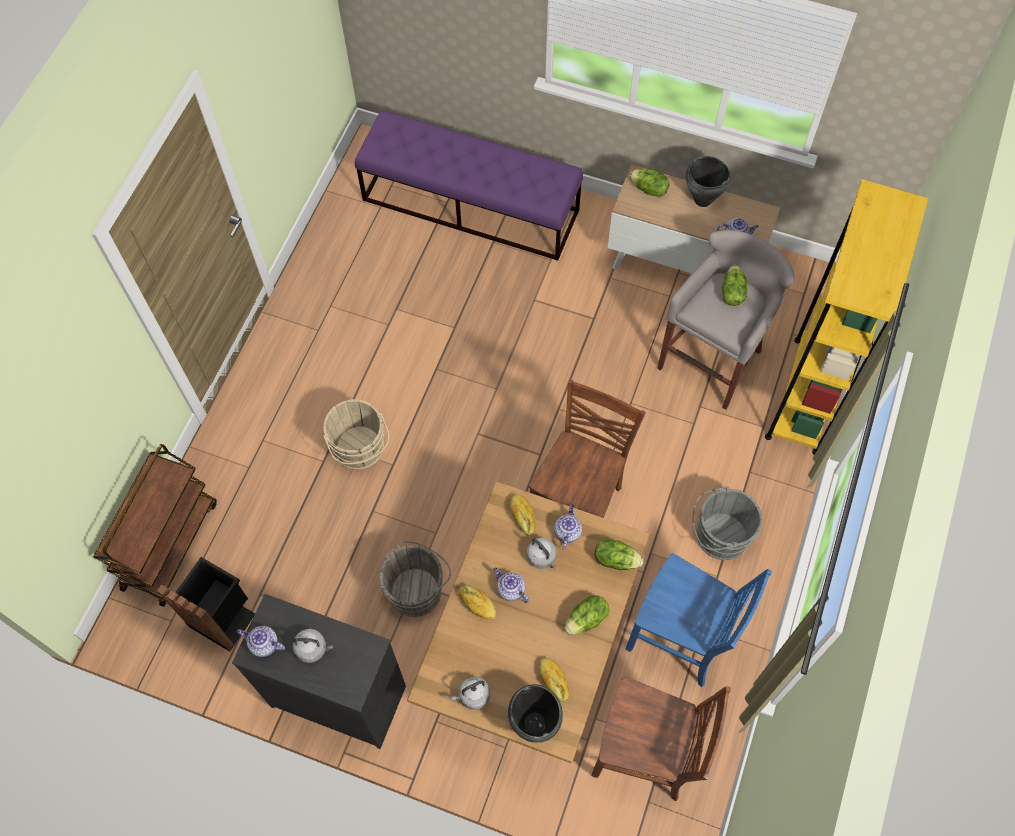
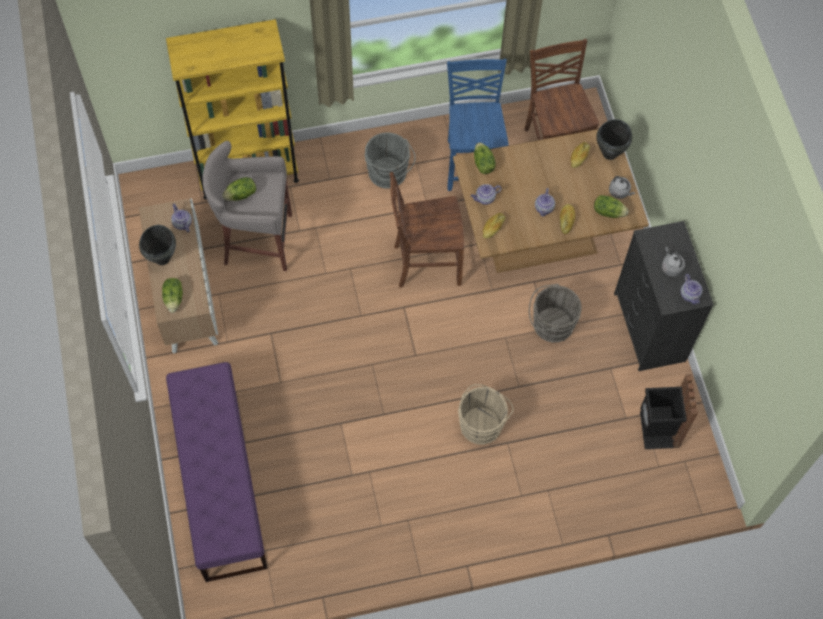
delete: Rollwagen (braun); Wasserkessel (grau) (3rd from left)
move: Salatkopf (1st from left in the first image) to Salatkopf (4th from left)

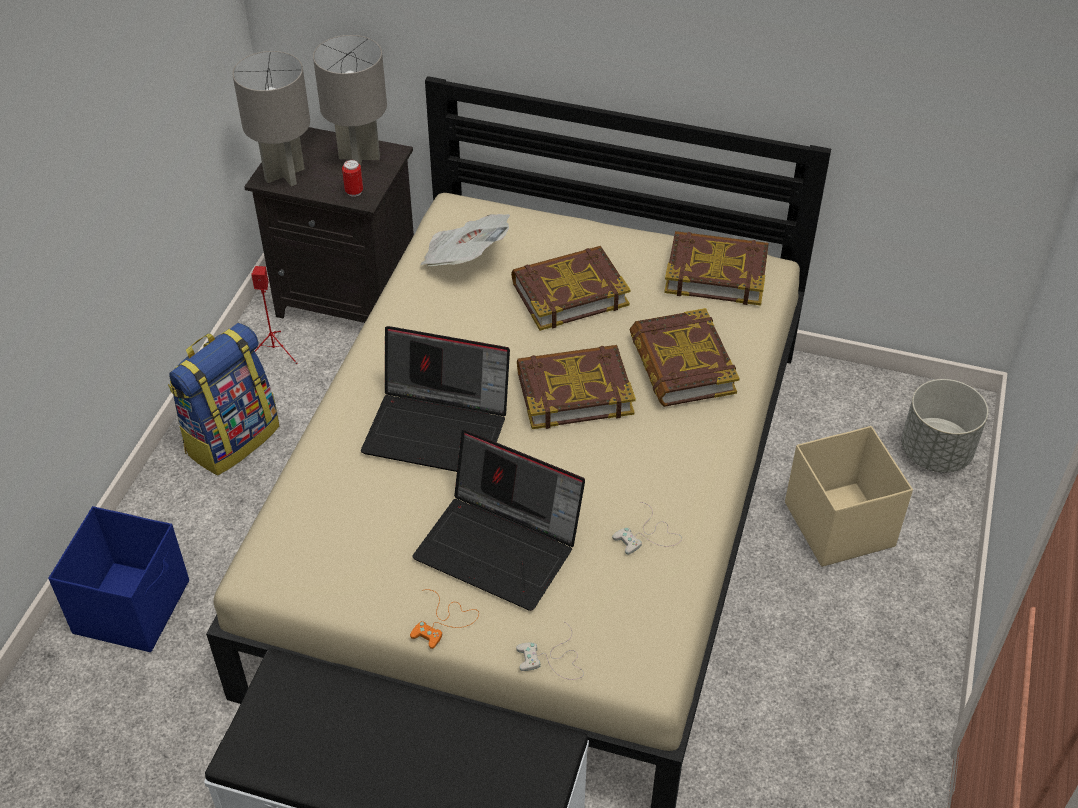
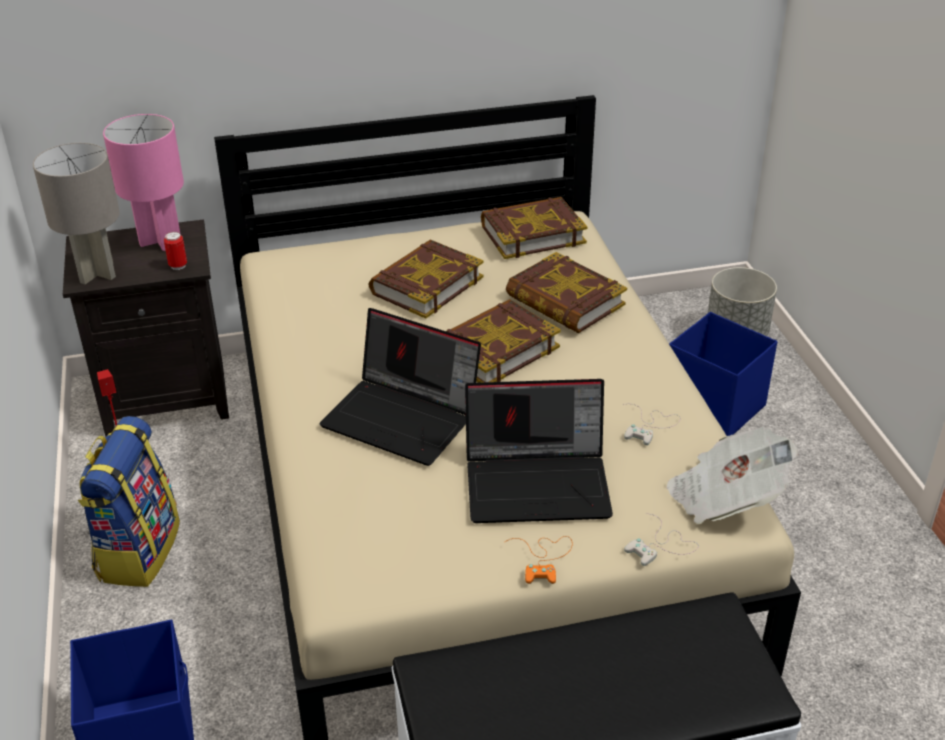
move: Zeitung
recolor: Tischlampe (grau) (2nd from left) to Tischlampe (rosa); Aufbewahrungsbox (beige) to Aufbewahrungsbox (blau) (2nd from left)
rotate: Laptop (1st from left) 45 degrees clockwise

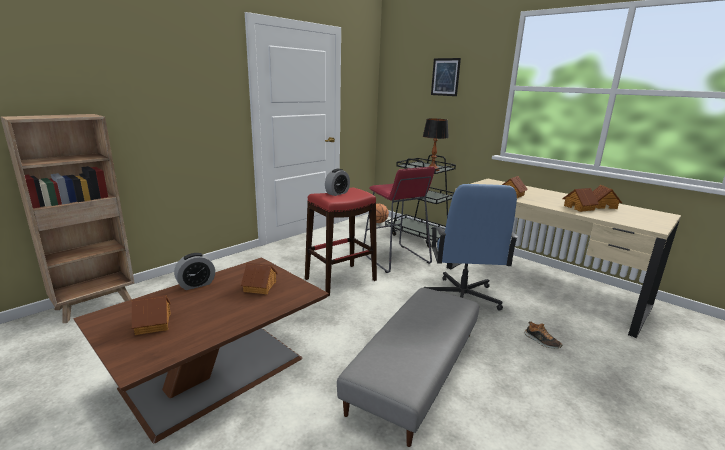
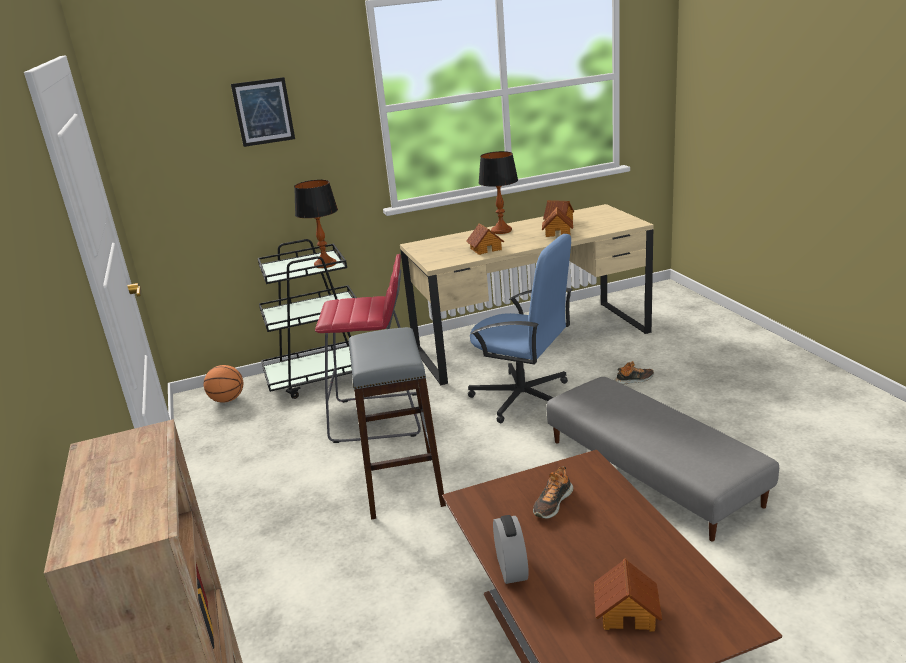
delete: Wecker (2nd from left)
insert: Tischlampe (2nd from left)
replace: Spielzeughaus (2nd from left) to Schuh (1st from left)
recolor: Hocker (rot) (1st from left) to Hocker (grau)

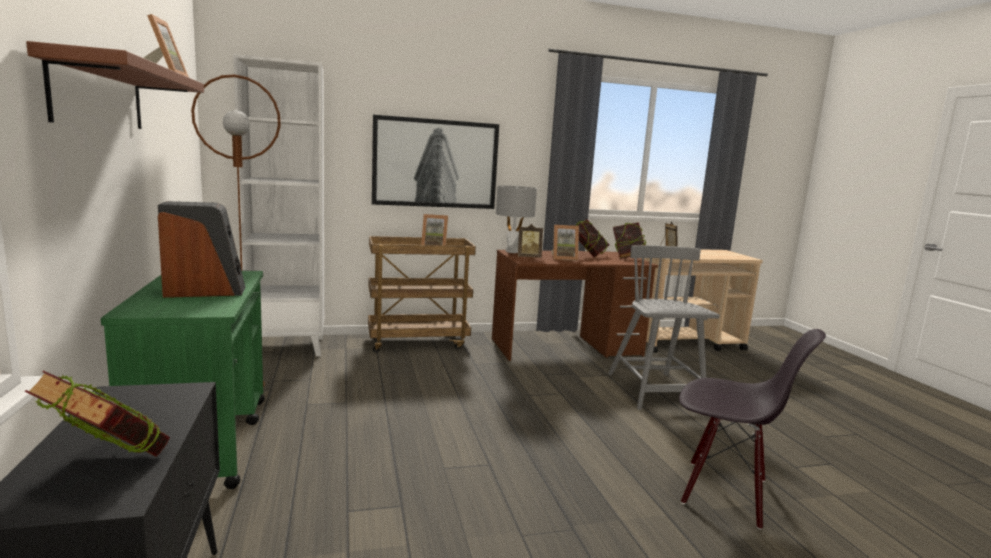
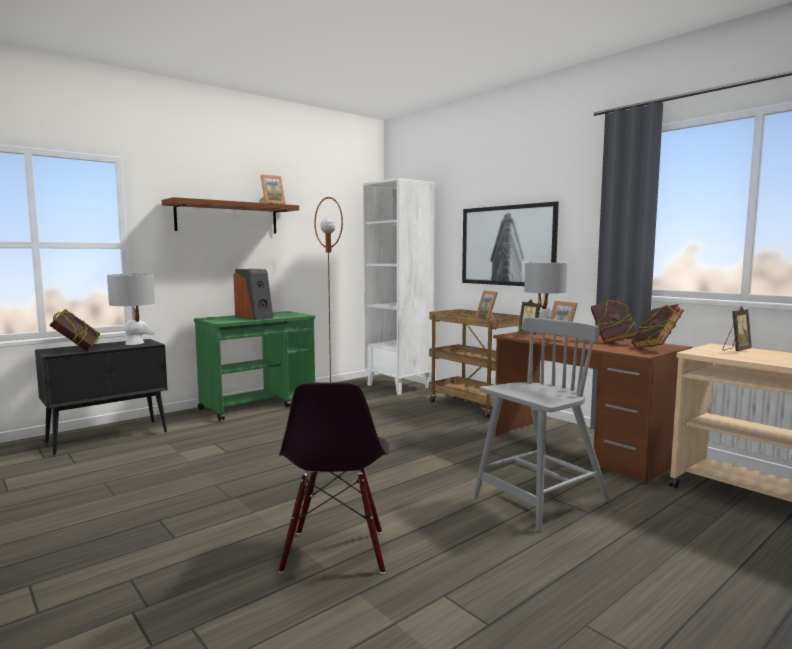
insert: Tischlampe (grau) (1st from left)

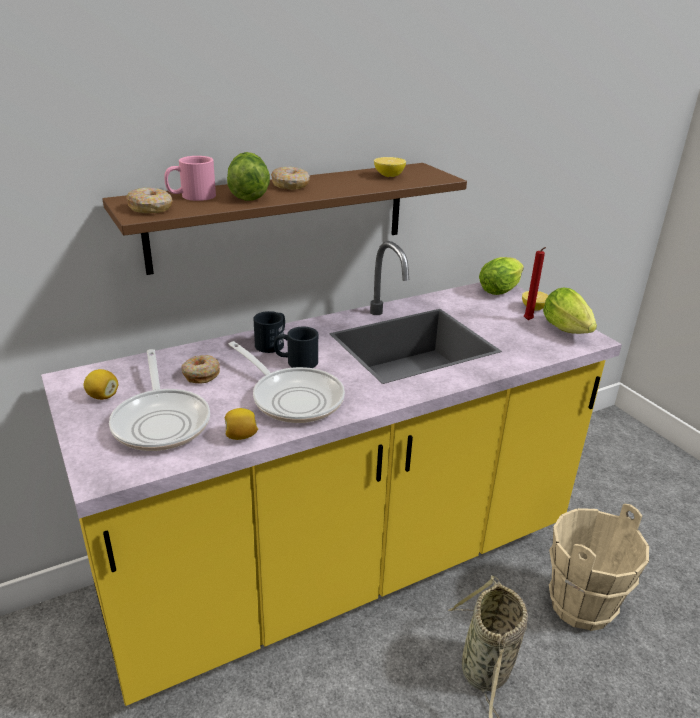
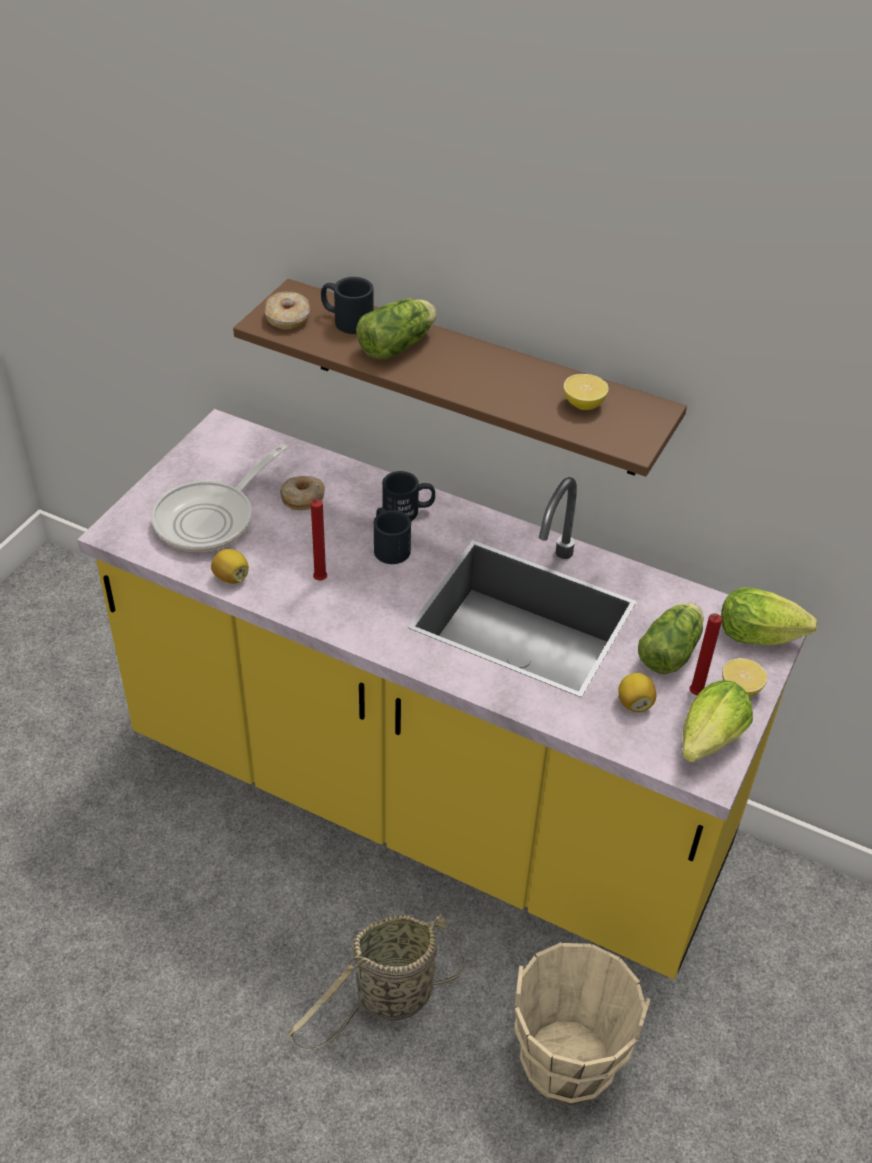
delete: Donut (3rd from left)
insert: Salatkopf (2nd from left)
move: Zitrone (1st from left in the first image) to Zitrone (3rd from left)
replace: Pfanne (2nd from left) to Kerze (rot) (1st from left)
recolor: Henkelbecher (rosa) to Henkelbecher (schwarz) (1st from left)

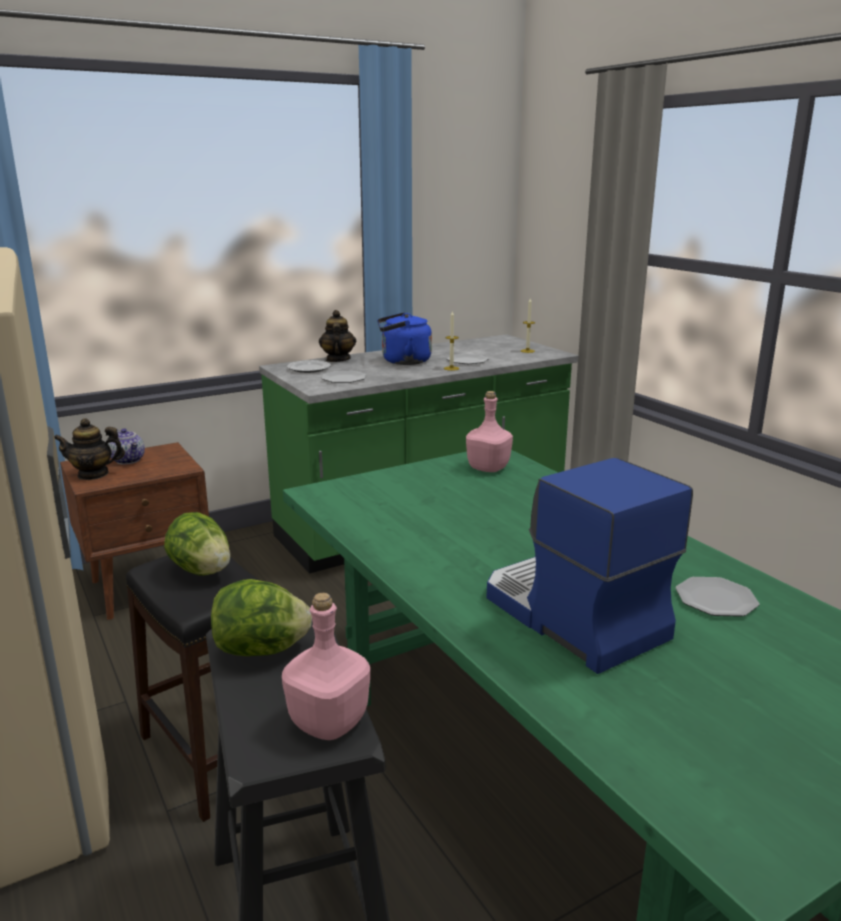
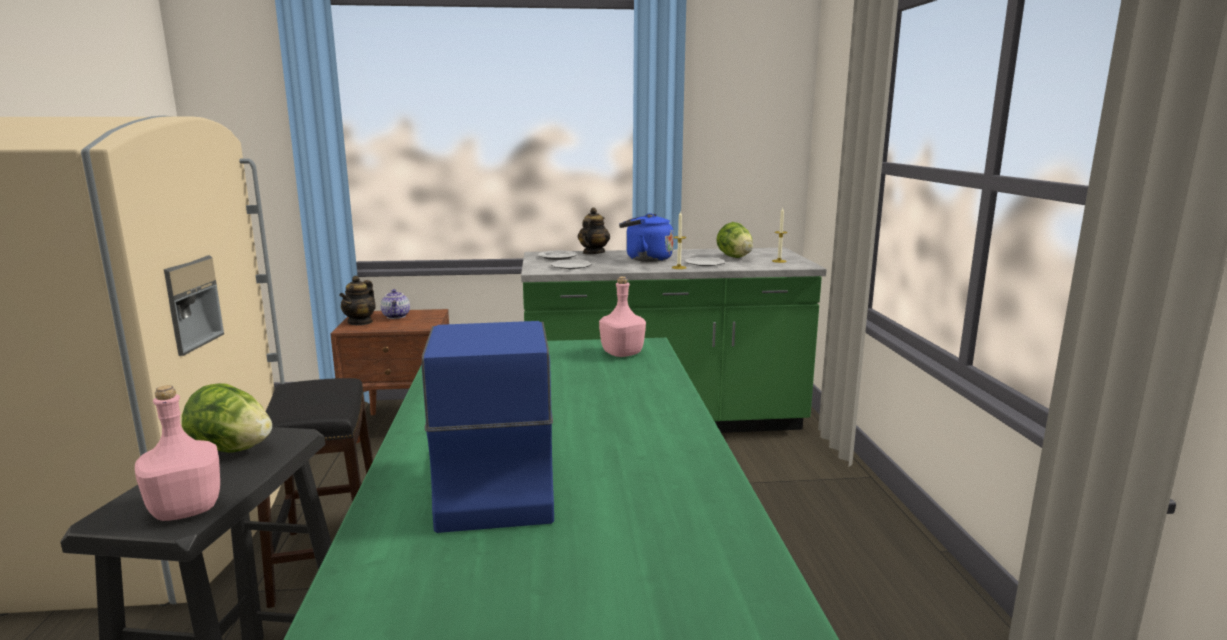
delete: Teller (4th from left)
move: Salatkopf (1st from left in the first image) to Salatkopf (2nd from left)
rotate: Teekanne (1st from left) 90 degrees counterclockwise

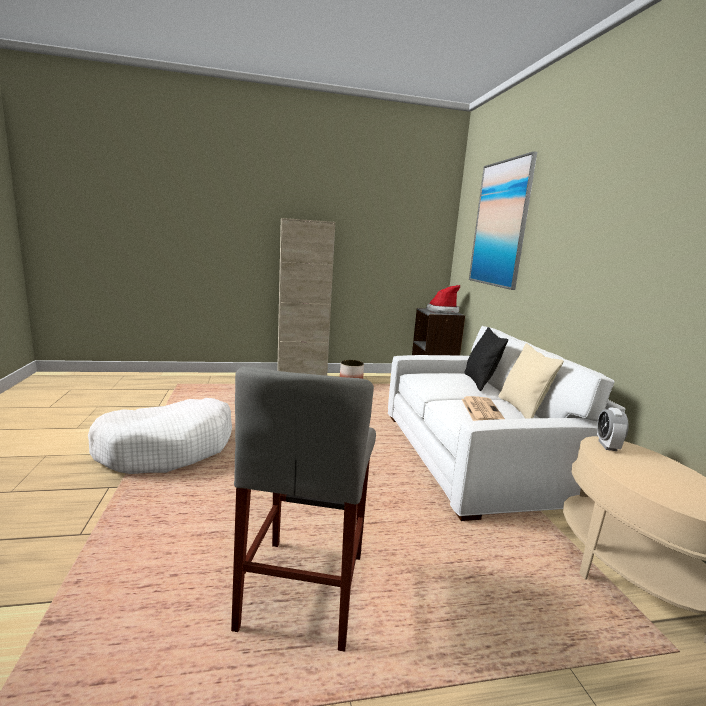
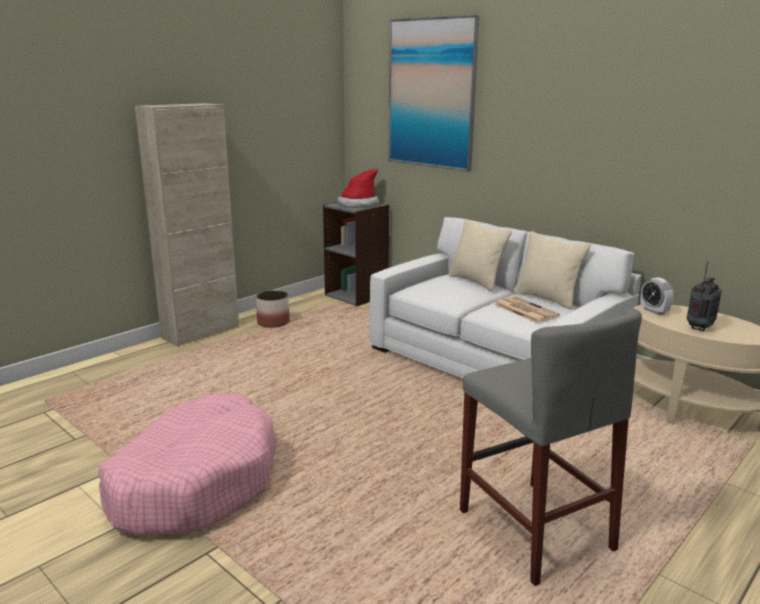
insert: Radio
recolor: Hundebett (weiß) to Hundebett (rosa); Kissen (schwarz) to Kissen (beige) (1st from left)

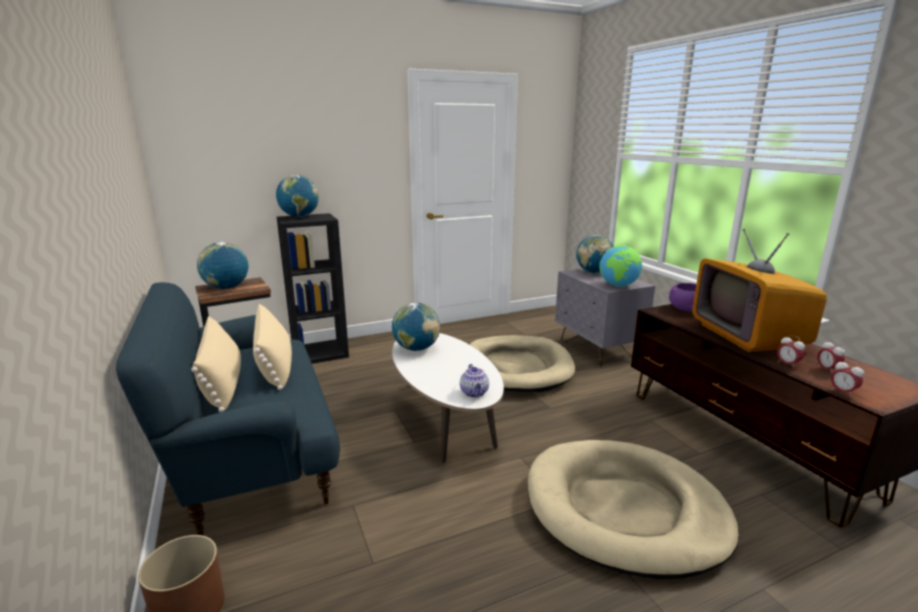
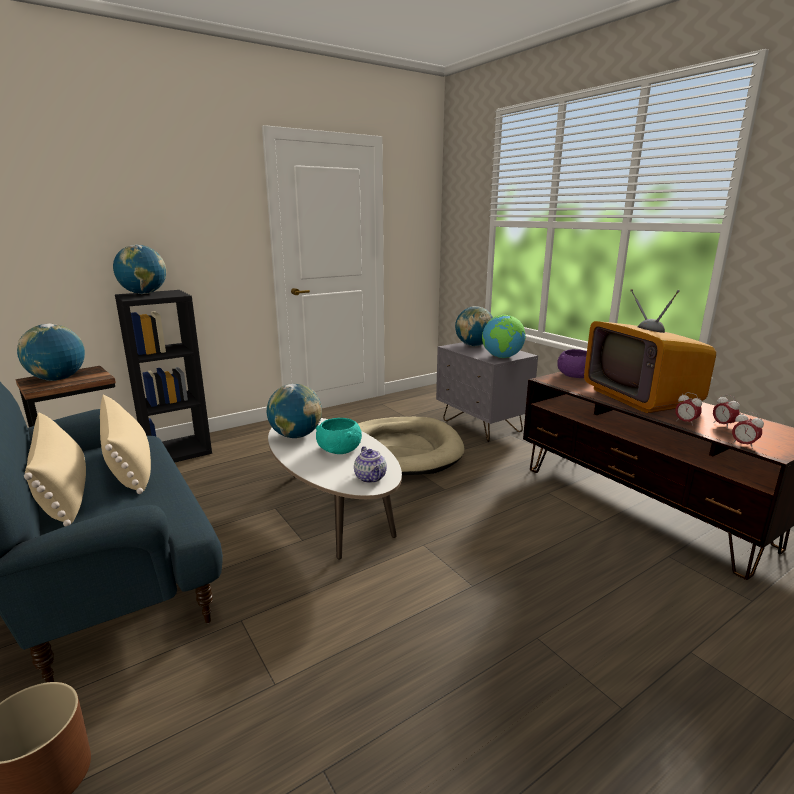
delete: Hundebett (beige) (2nd from left)
insert: Schüssel (türkis)

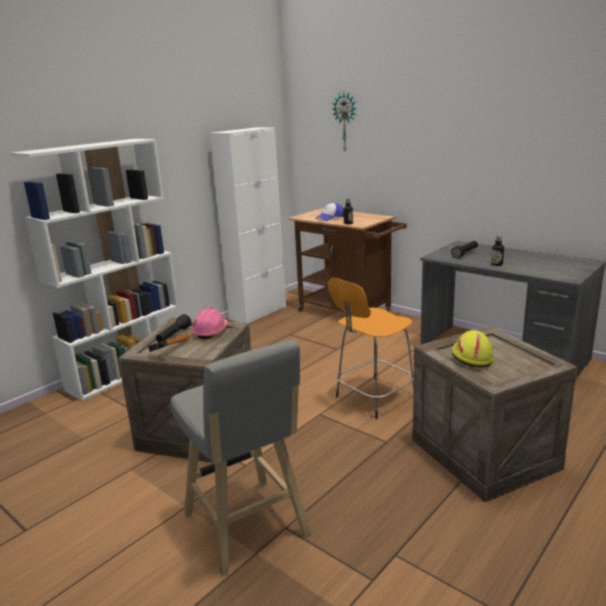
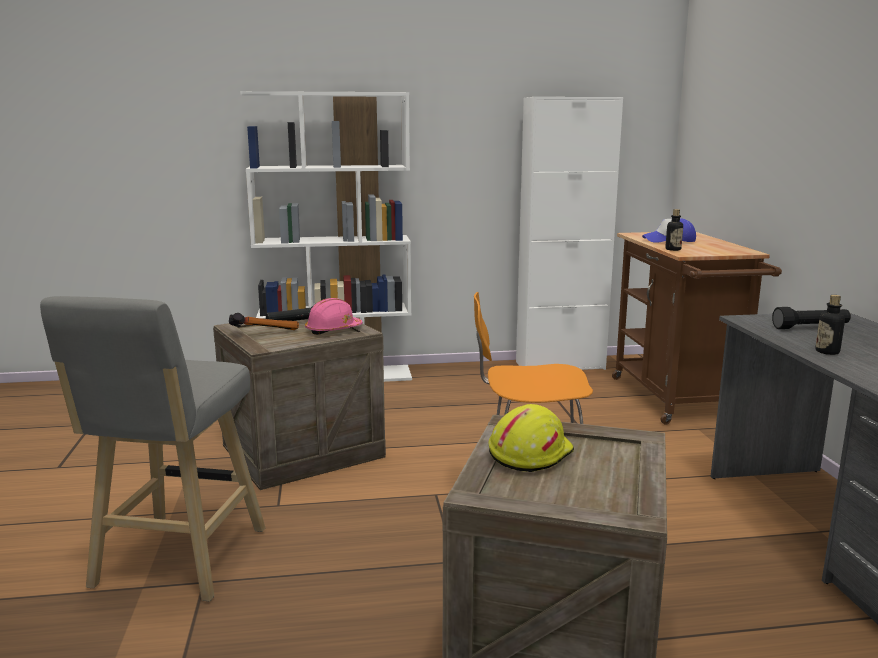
delete: Wanduhr

